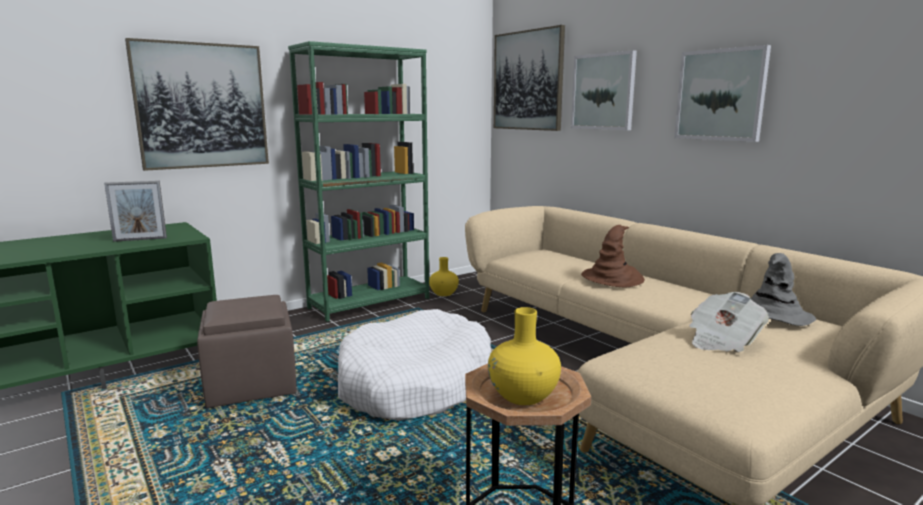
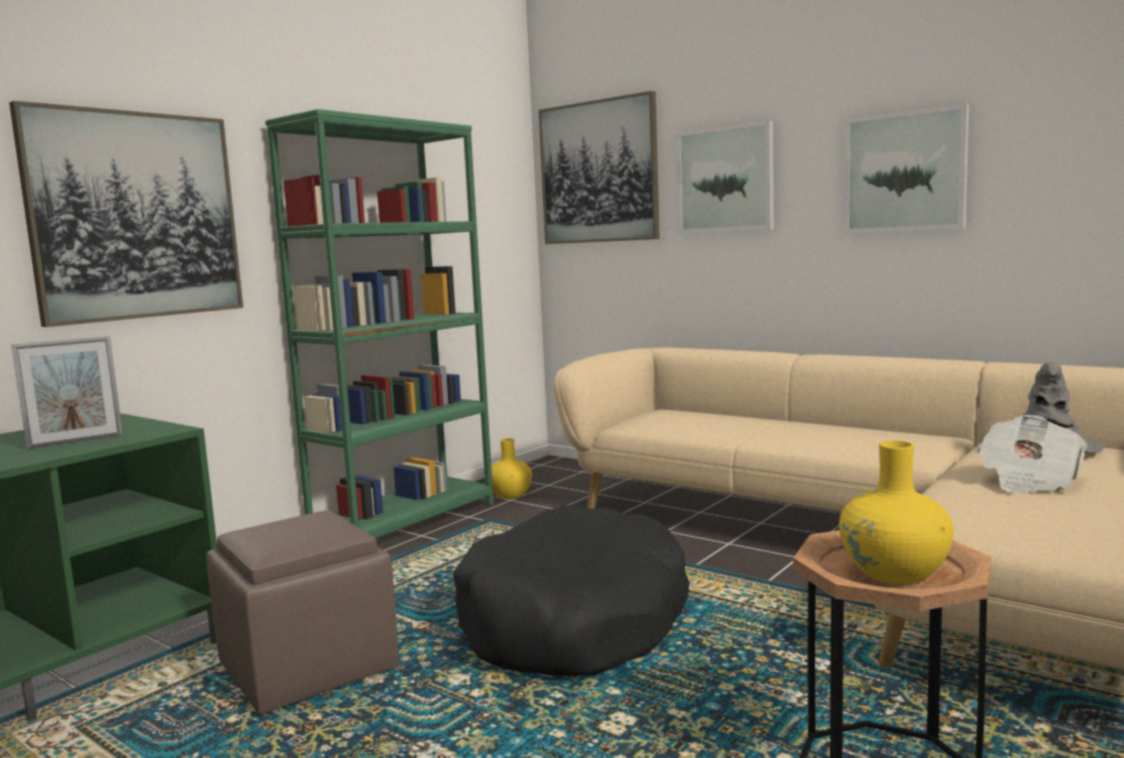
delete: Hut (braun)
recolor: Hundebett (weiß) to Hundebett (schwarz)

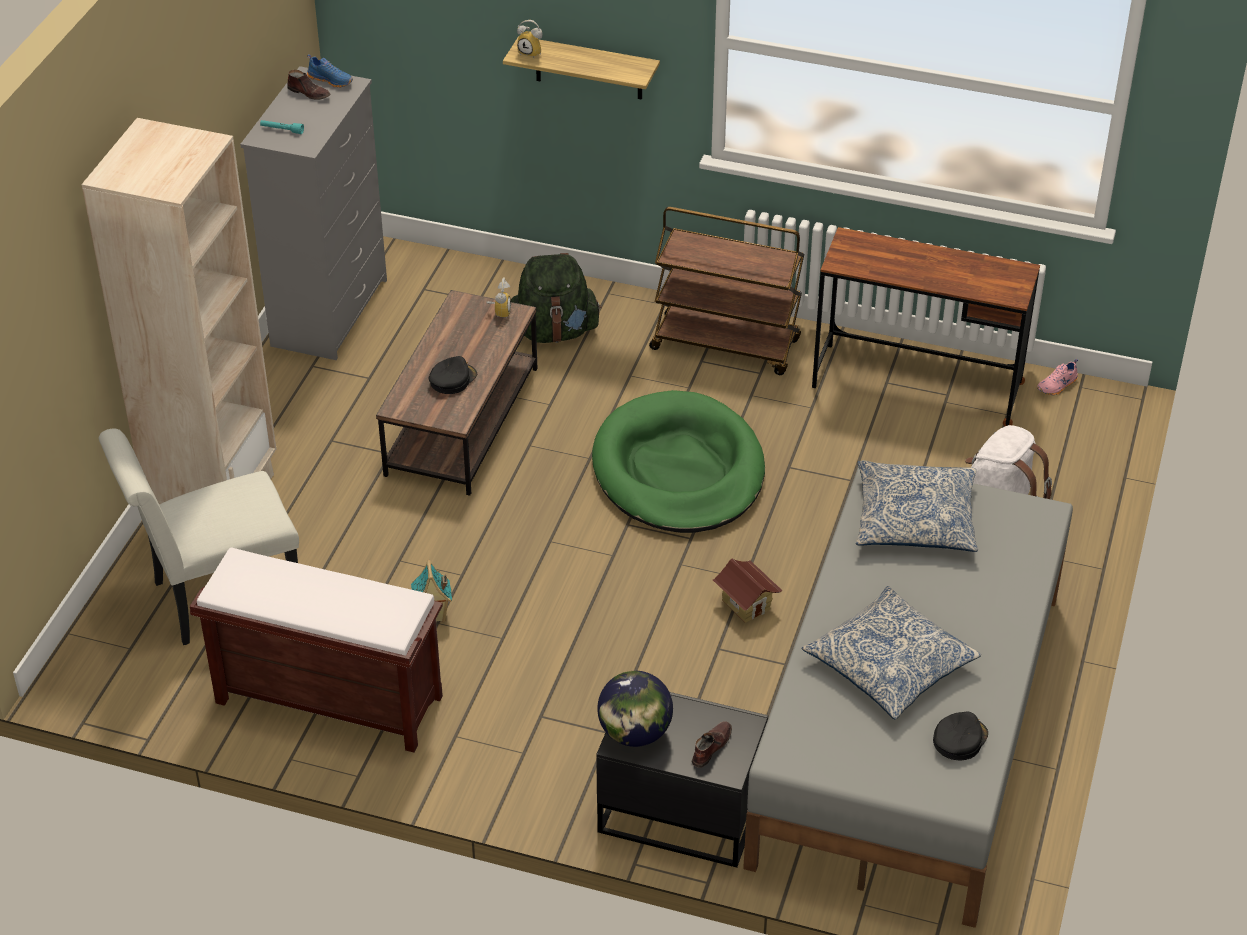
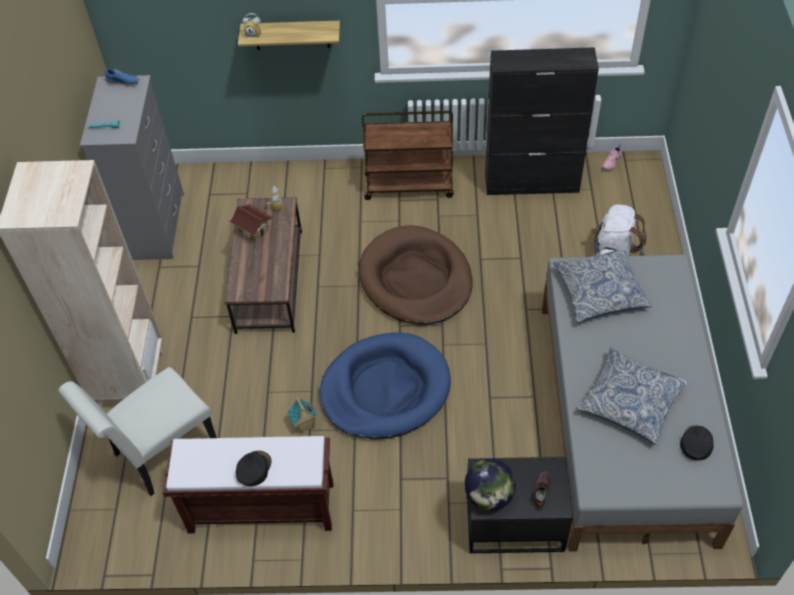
delete: Schuh (braun) (1st from left); Rucksack (grün)
insert: Hundebett (blau)
move: Spielzeughaus (2nd from left in the first image) to Spielzeughaus (1st from left); Kappe (schwarz) (1st from left)
replace: Schreibtisch (braun) to Schrank (schwarz)
recolor: Hundebett (grün) to Hundebett (braun)

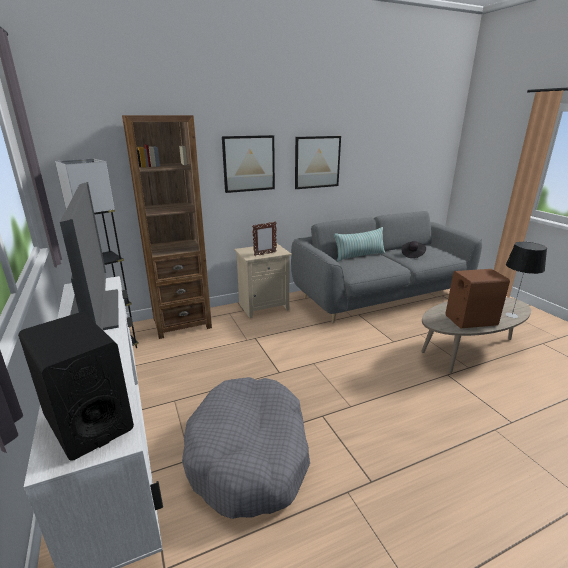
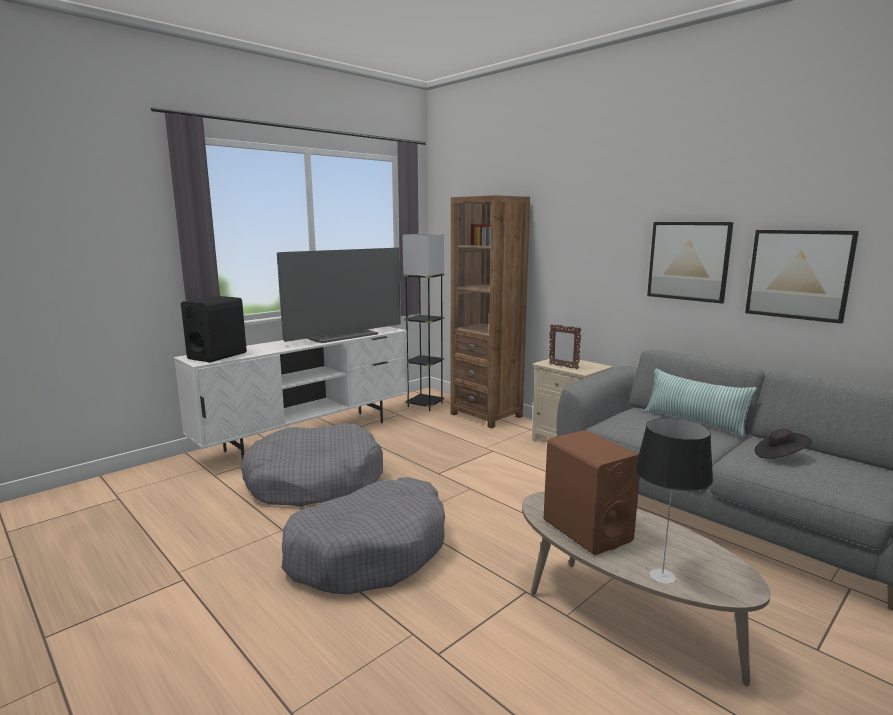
insert: Hundebett (grau) (2nd from left)
move: Bild (1st from left in the first image) to Bild (2nd from left)

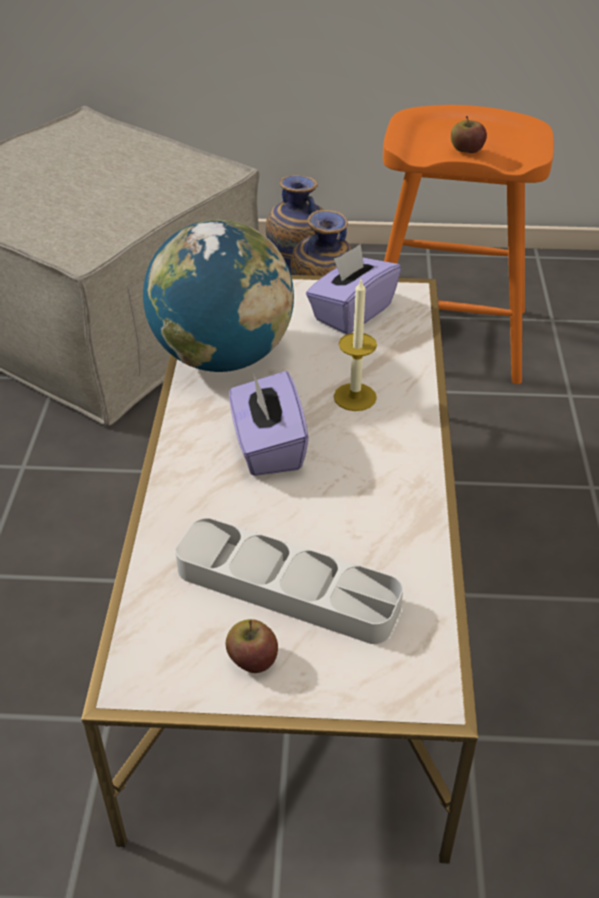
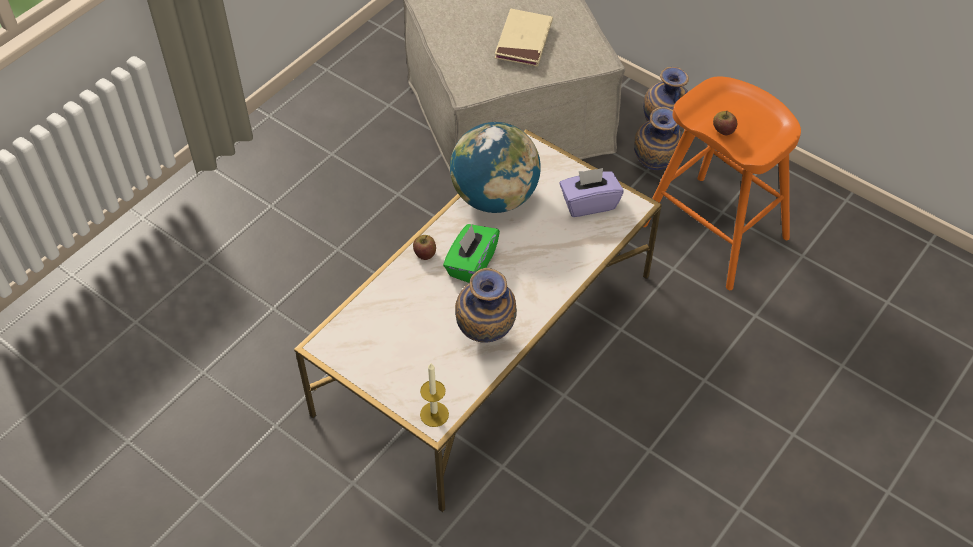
delete: Tablett (grau)
insert: Vase (1st from left); Buch (beige)
move: Apfel (1st from left); Kerze
recolor: Taschentuchbox (lila) (1st from left) to Taschentuchbox (grün)

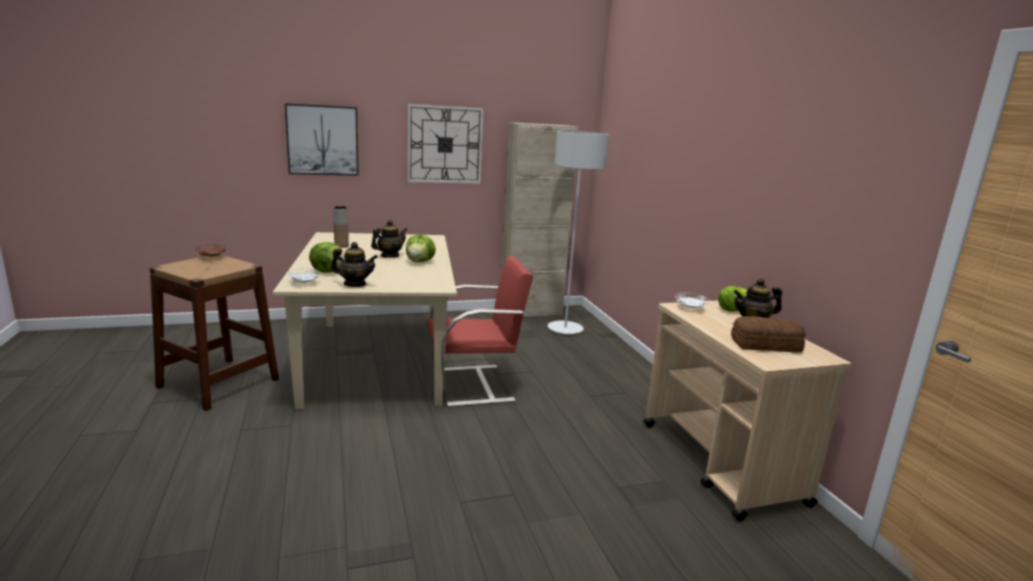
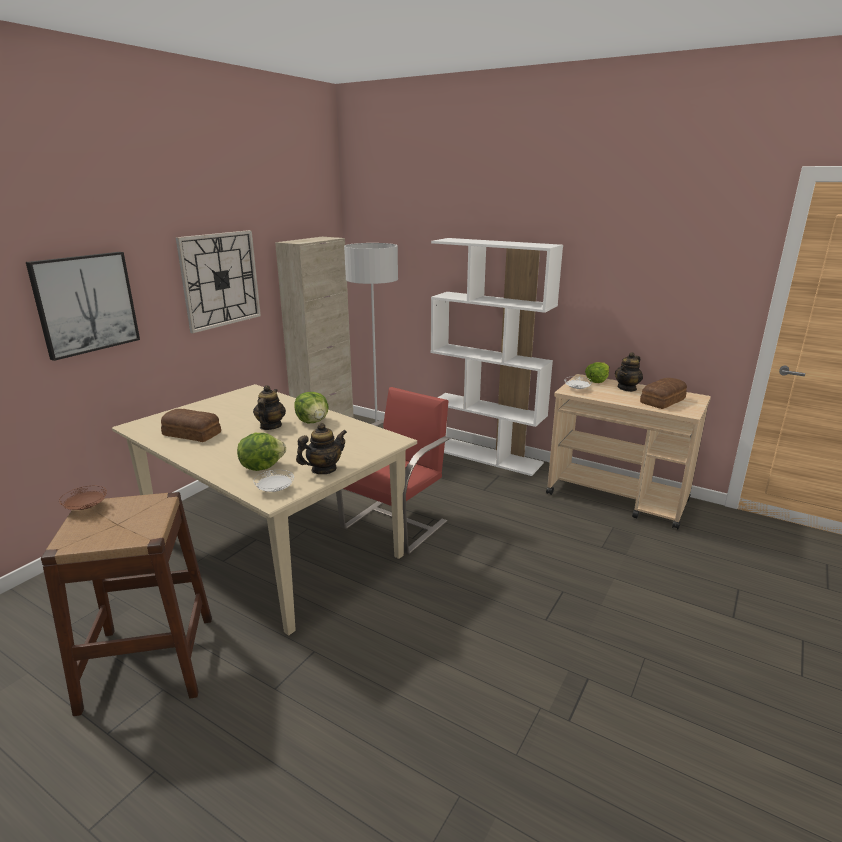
insert: Bücherregal (weiß)
replace: Vase (braun) to Brot (1st from left)

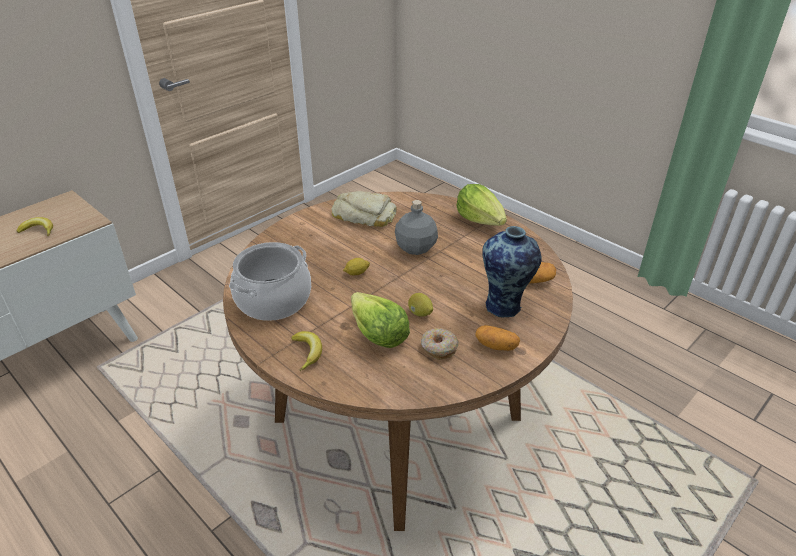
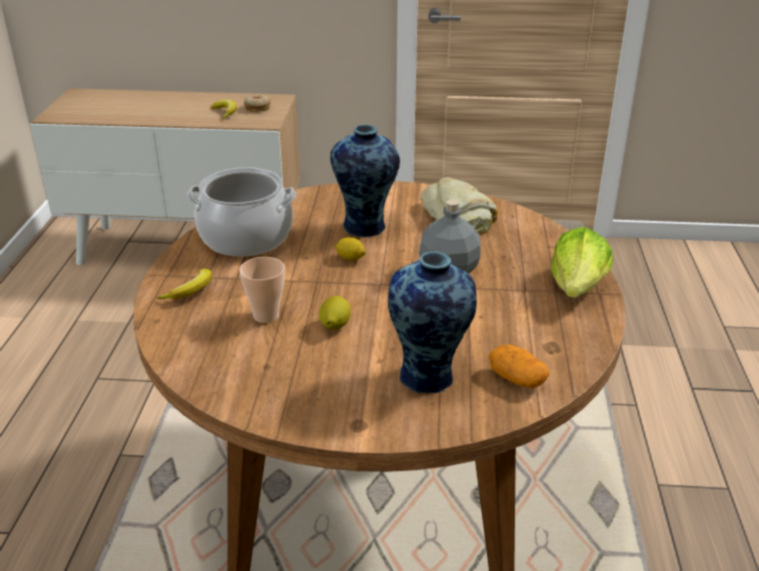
delete: Kartoffel (1st from left)
insert: Vase (1st from left)
move: Donut
replace: Salatkopf (1st from left) to Tasse

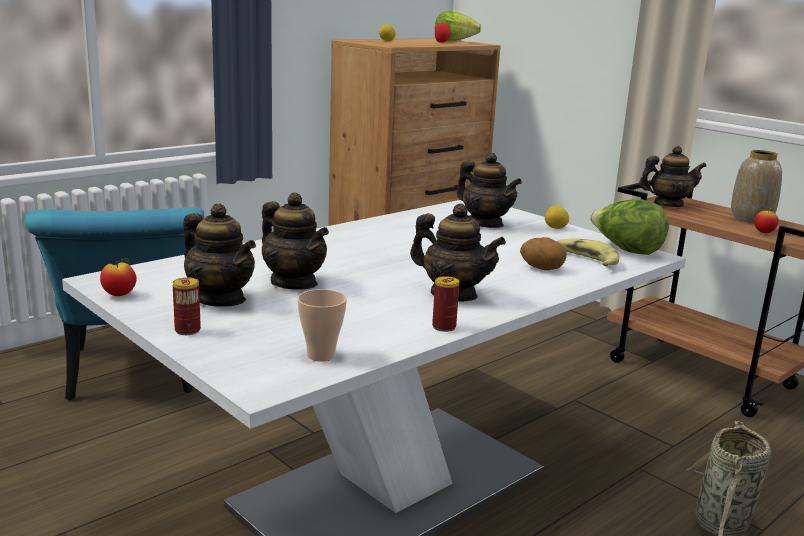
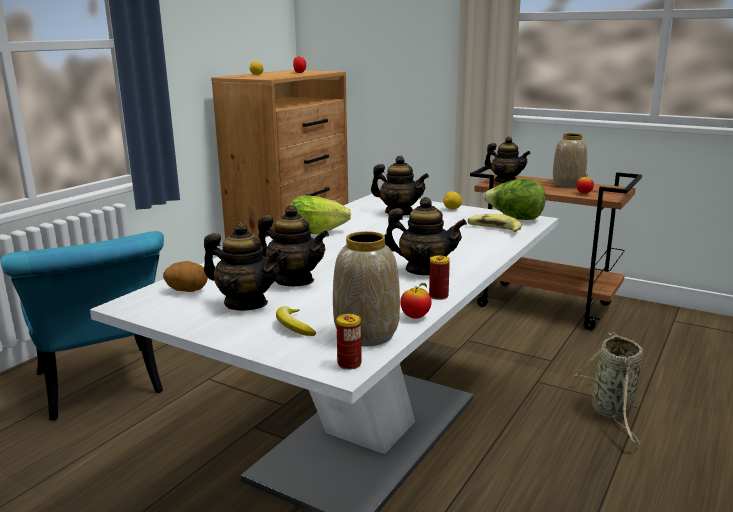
insert: Banane (1st from left)
move: Kartoffel; Salatkopf (1st from left); Dose (1st from left); Apfel (1st from left)
replace: Tasse to Vase (1st from left)
rotate: Teekanne (5th from left) 60 degrees clockwise

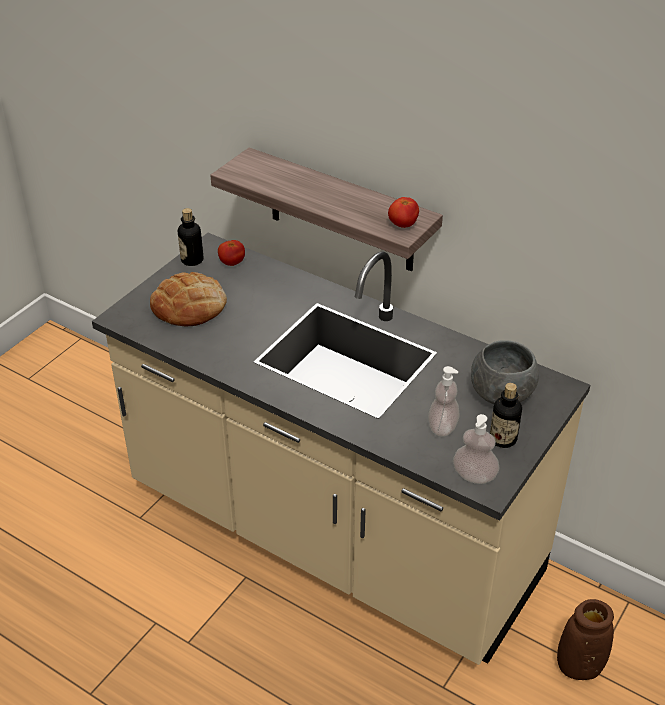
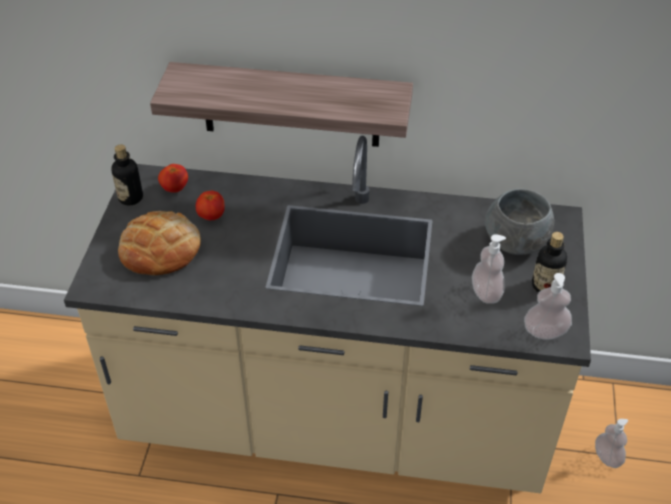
move: Tomate (2nd from left)
replace: Vase (braun) to Seifenspender (3rd from left)

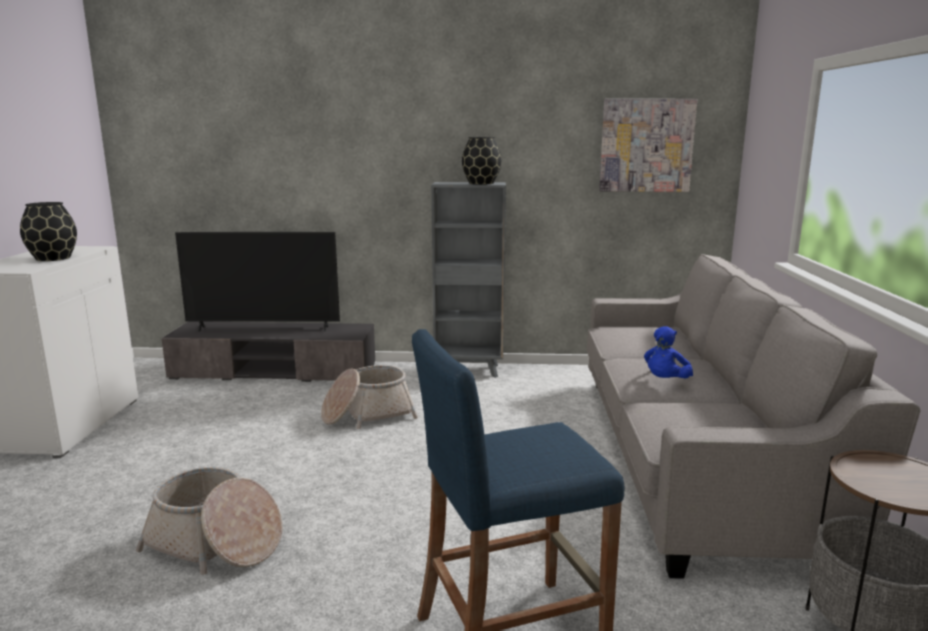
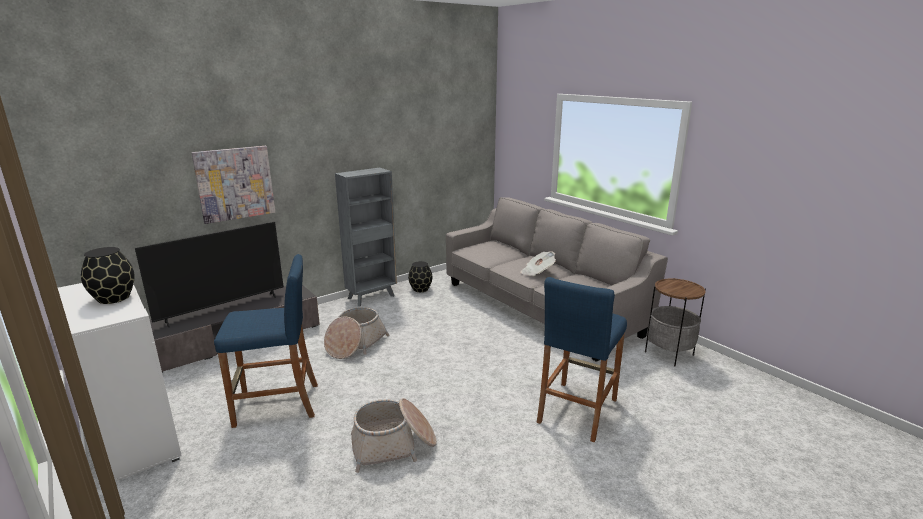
insert: Hocker (blau) (1st from left)
move: Bild; Vase (schwarz) (2nd from left)
replace: Plüschtier (blau) to Zeitung

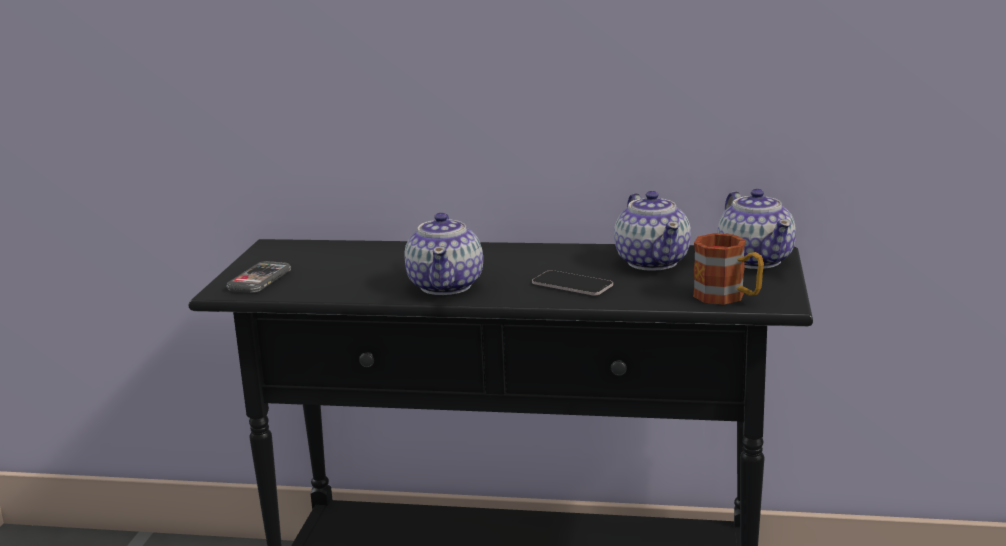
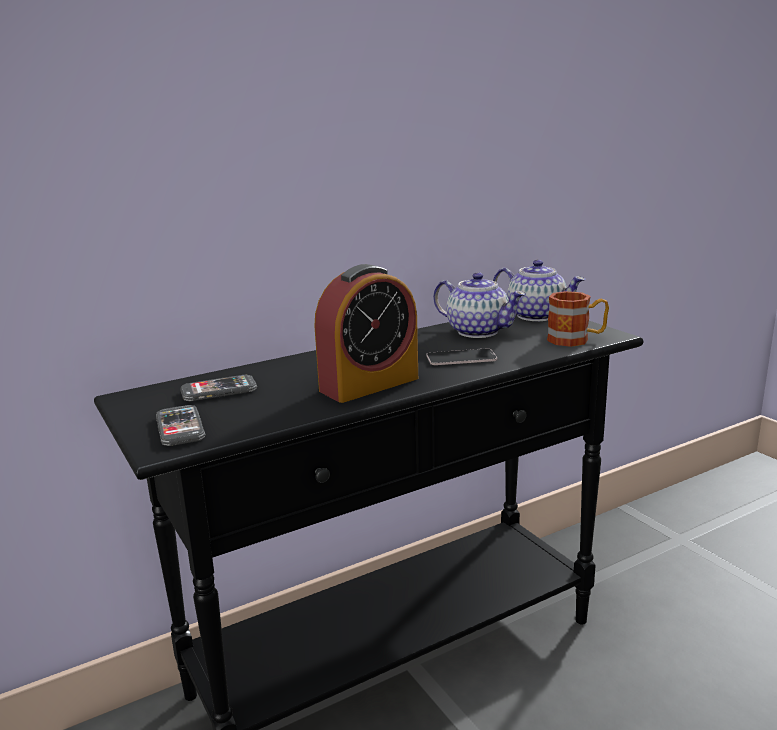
insert: Handy (2nd from left)
replace: Teekanne (1st from left) to Wecker

